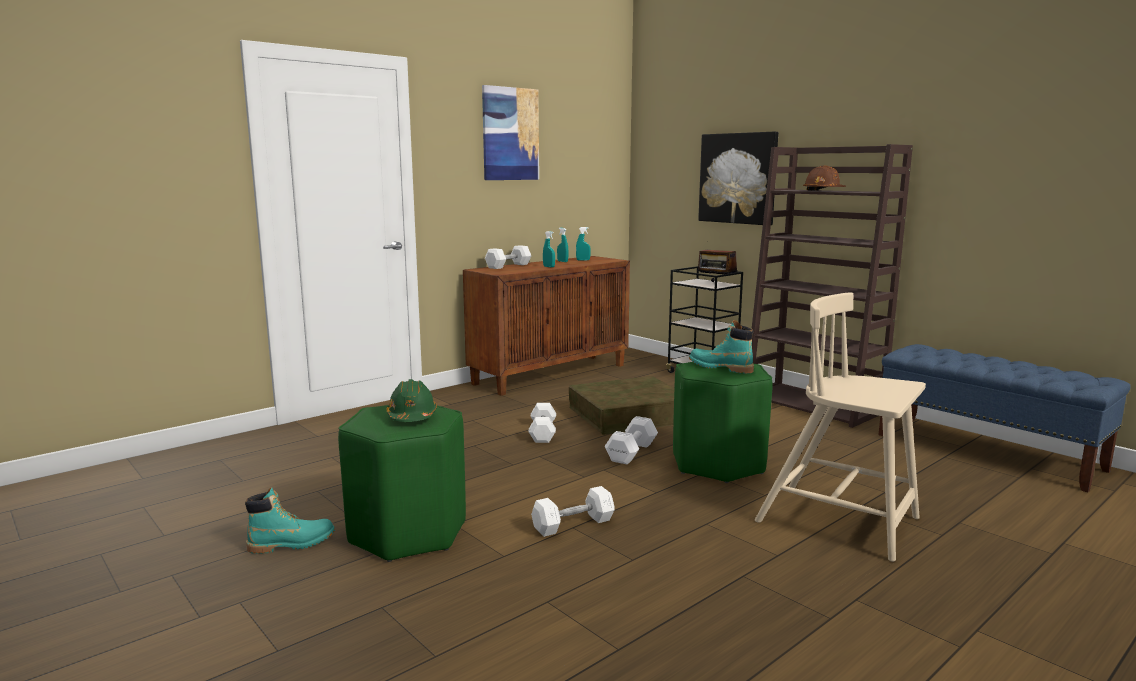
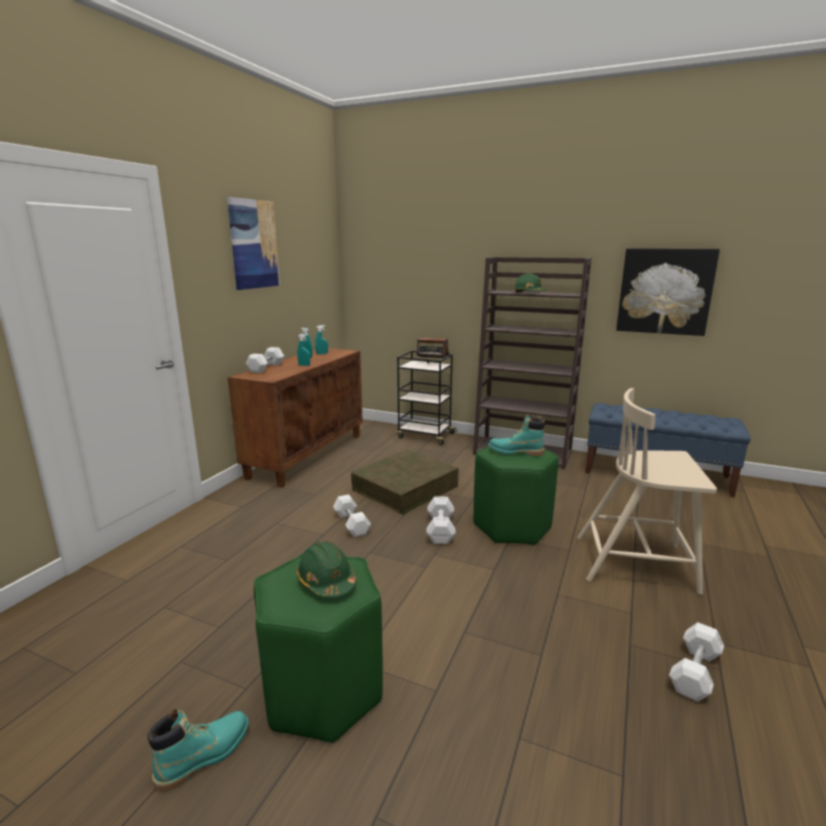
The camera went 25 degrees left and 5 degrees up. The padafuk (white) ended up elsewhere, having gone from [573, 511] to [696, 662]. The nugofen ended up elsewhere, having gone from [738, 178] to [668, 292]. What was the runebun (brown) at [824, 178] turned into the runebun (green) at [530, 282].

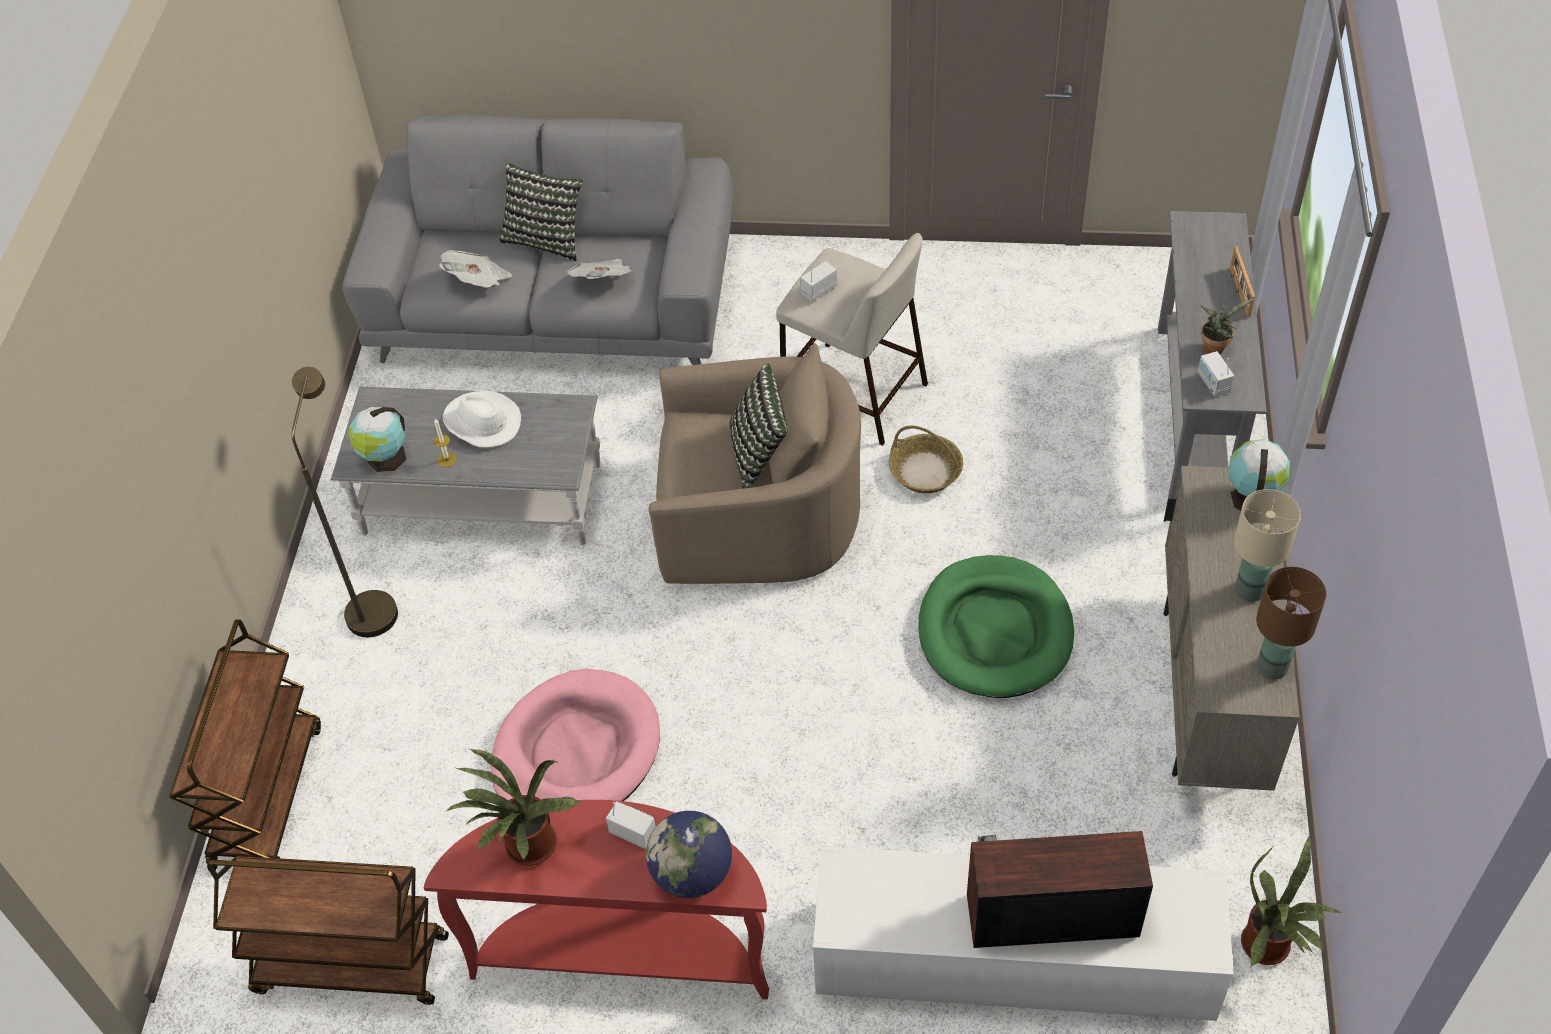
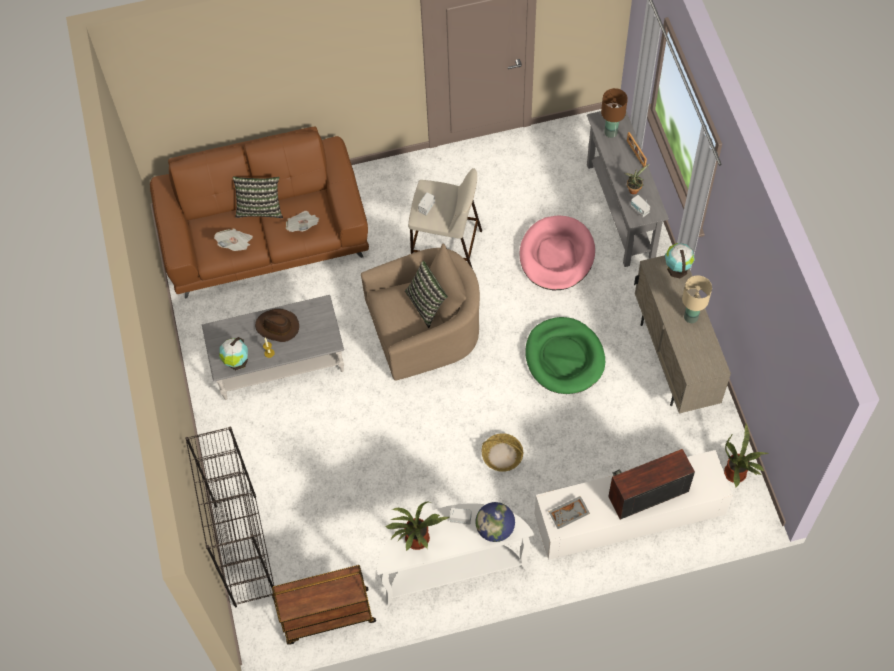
The camera went 20 degrees left and 10 degrees up. The second view lost the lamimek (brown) at [345, 502]. The second view gained the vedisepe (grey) at [569, 512]. The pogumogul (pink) ended up elsewhere, having gone from [575, 735] to [557, 253]. The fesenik ended up elsewhere, having gone from [926, 459] to [503, 452]. The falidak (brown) ended up elsewhere, having gone from [1291, 623] to [614, 113]. Where the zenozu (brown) stood at [245, 744], the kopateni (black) came to stand at [229, 517]. What was the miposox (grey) at [537, 240] turned into the miposox (brown) at [259, 212]. What was the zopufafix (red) at [596, 899] turned into the zopufafix (white) at [455, 554]. What was the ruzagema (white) at [482, 419] turned into the ruzagema (brown) at [277, 325].

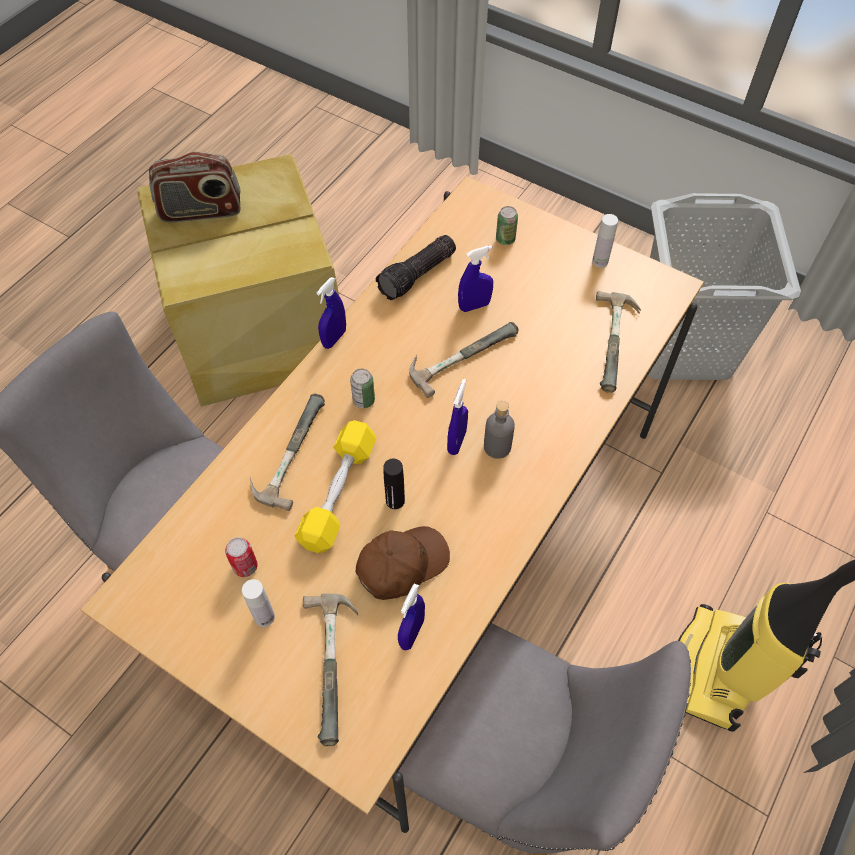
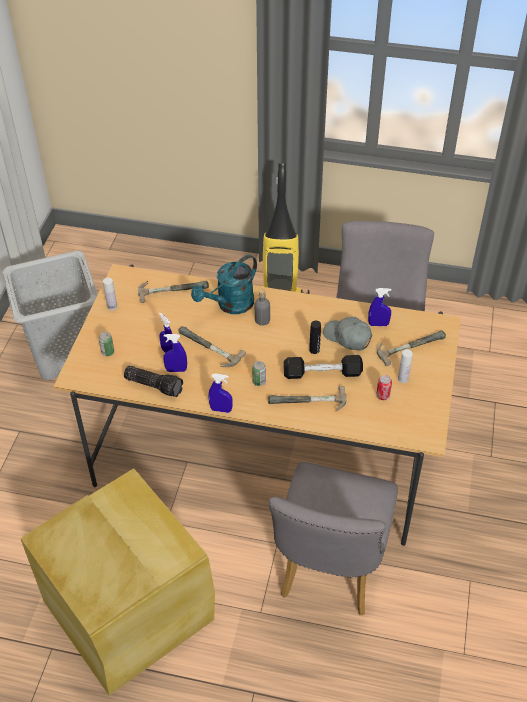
The camera went 110 degrees left and 10 degrees down. The second view lost the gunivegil at [194, 187]. The second view gained the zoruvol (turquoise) at [224, 284]. The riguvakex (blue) ended up elsewhere, having gone from [457, 417] to [175, 353]. What was the padafuk (yellow) at [335, 486] turned into the padafuk (black) at [323, 367]. What was the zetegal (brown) at [403, 563] turned into the zetegal (grey) at [347, 334].

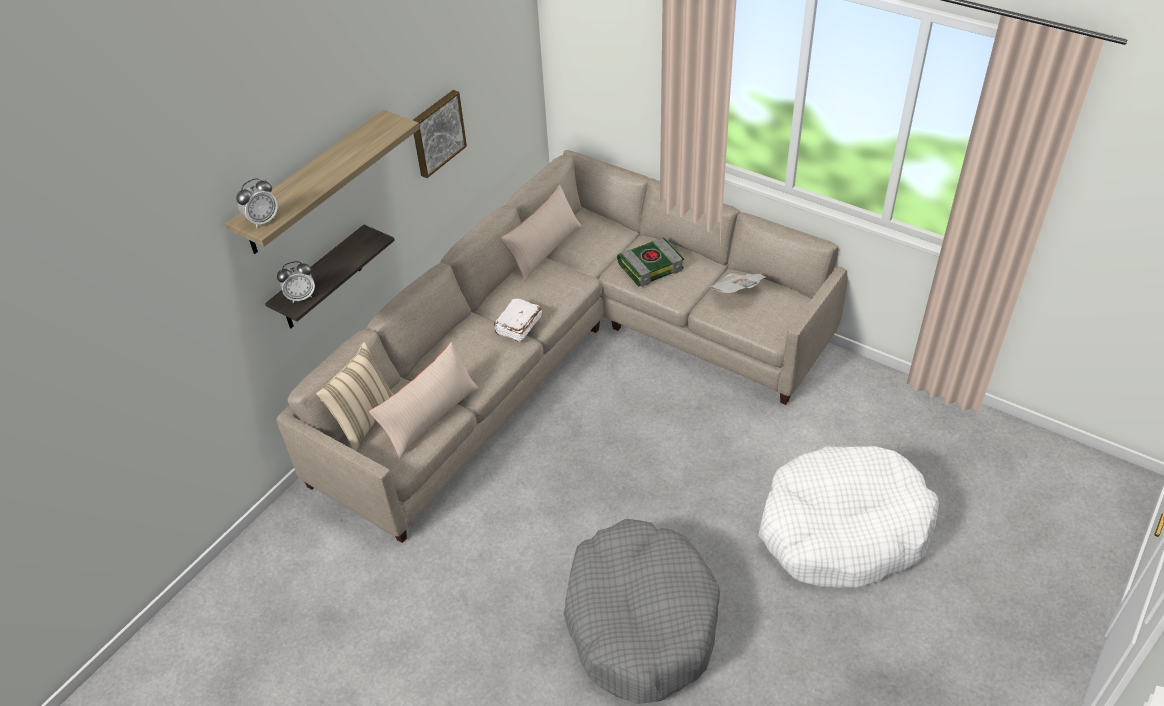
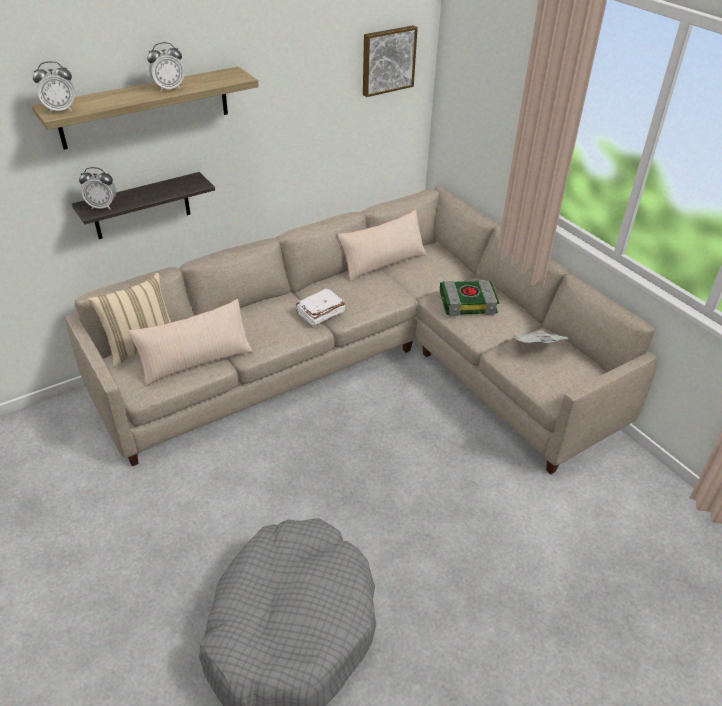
The camera went 20 degrees right and 5 degrees down. The second view lost the pogumogul (white) at [849, 517]. The second view gained the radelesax at [165, 67]. The nugofen ended up elsewhere, having gone from [440, 134] to [390, 61].

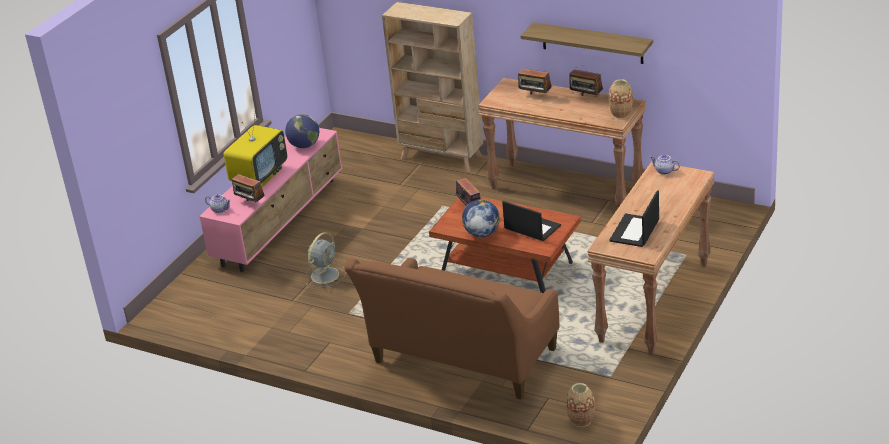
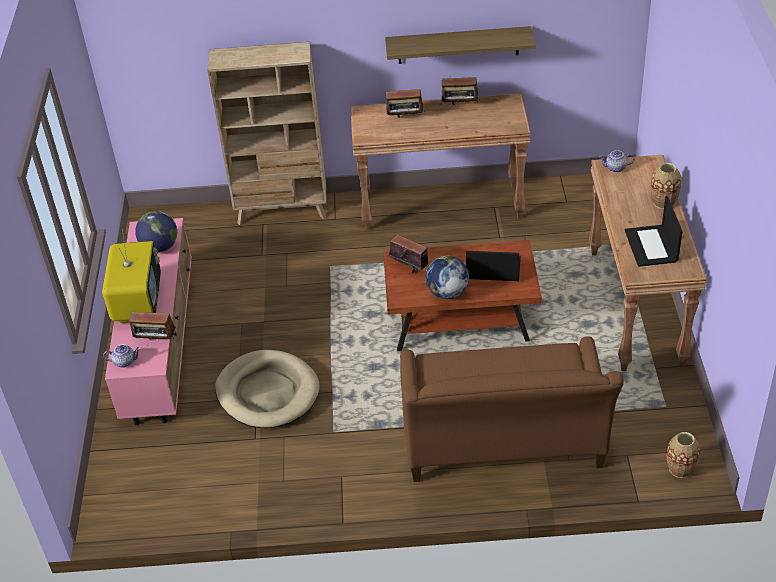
The camera went 30 degrees left and 10 degrees up. The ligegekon ended up elsewhere, having gone from [621, 99] to [665, 186]. Where the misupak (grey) stood at [325, 259], the pogumogul (beige) came to stand at [267, 389].

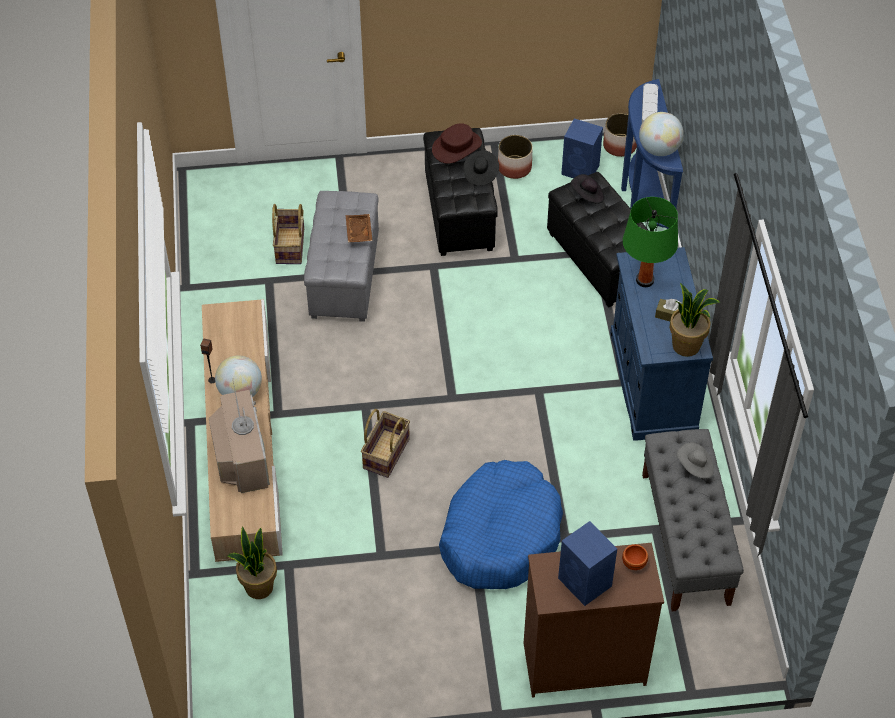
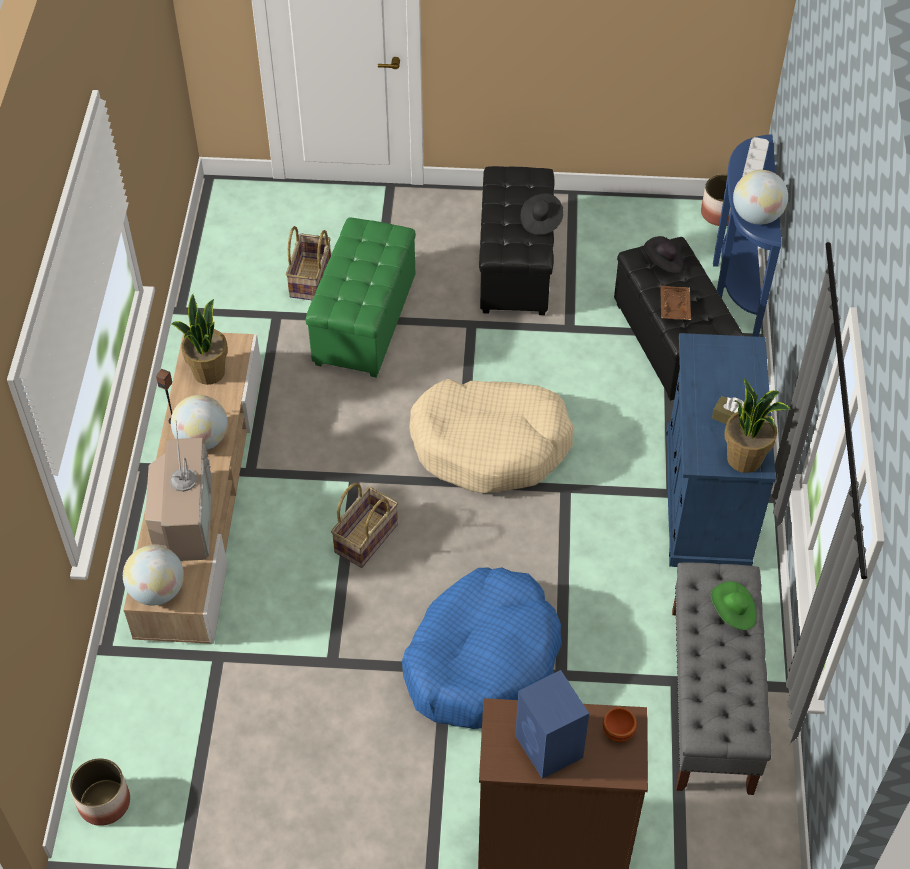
The camera went 10 degrees right and 0 degrees up. The second view lost the ruzagema (brown) at [457, 143]. The second view lost the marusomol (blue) at [582, 148]. The second view lost the falidak (green) at [650, 242]. The second view gained the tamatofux at [153, 575]. The second view gained the pogumogul (beige) at [491, 436]. The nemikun ended up elsewhere, having gone from [252, 562] to [200, 339]. The vedisepe (brown) ended up elsewhere, having gone from [359, 228] to [675, 302]. The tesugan ended up elsewhere, having gone from [515, 157] to [100, 792]. What was the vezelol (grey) at [341, 256] turned into the vezelol (green) at [361, 297]. What was the ruzagema (grey) at [695, 460] turned into the ruzagema (green) at [734, 605].

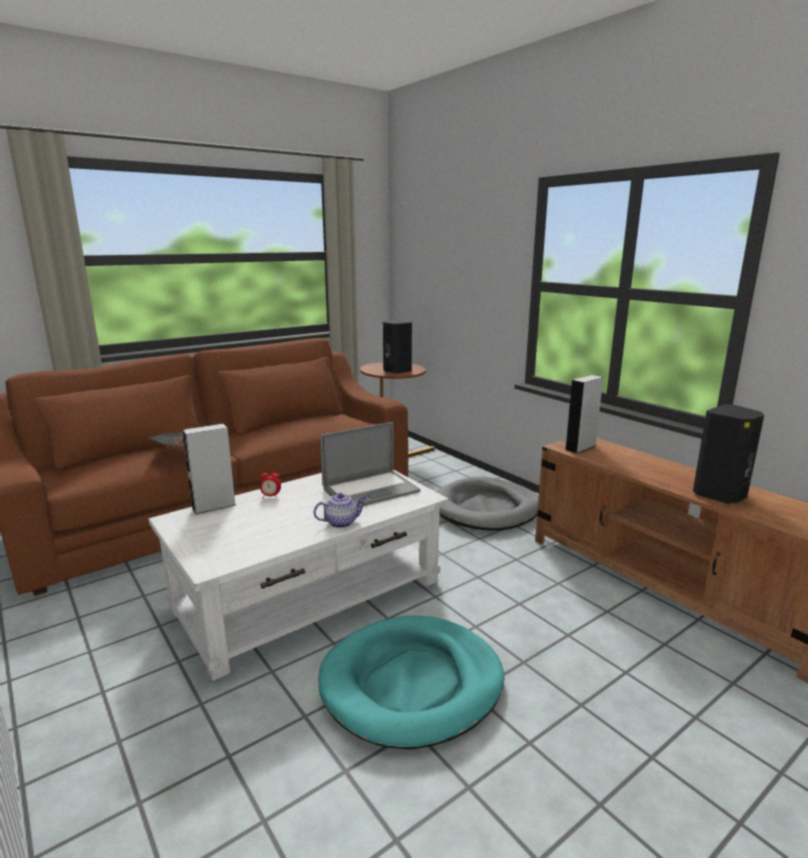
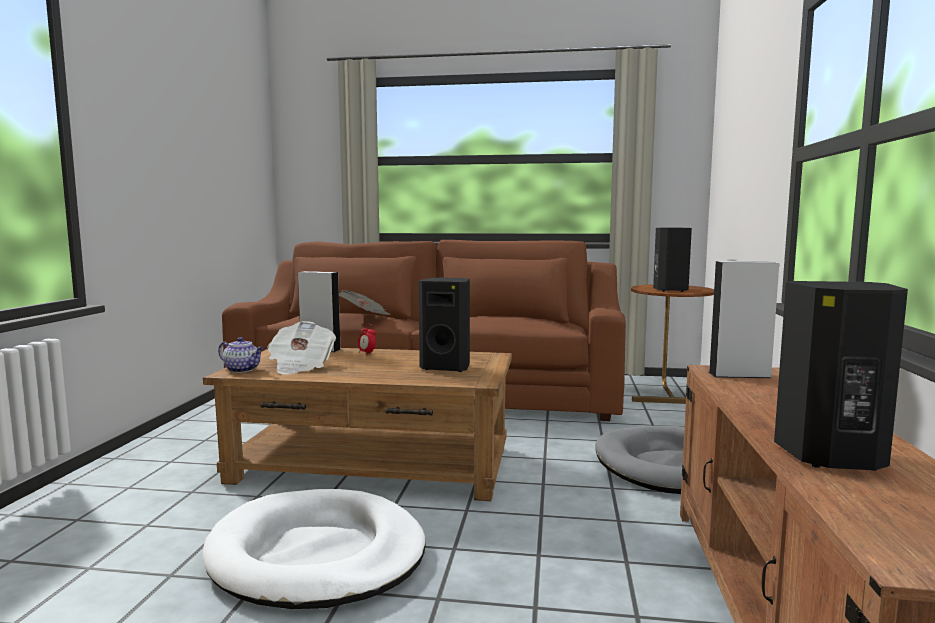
The camera went 45 degrees right and 10 degrees down. The second view gained the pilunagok at [301, 348]. The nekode ended up elsewhere, having gone from [340, 510] to [241, 355]. Where the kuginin stood at [370, 464], the marusomol (black) came to stand at [444, 325]. What was the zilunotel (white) at [298, 575] turned into the zilunotel (brown) at [357, 424]. What was the pogumogul (turquoise) at [411, 683] turned into the pogumogul (white) at [314, 549].

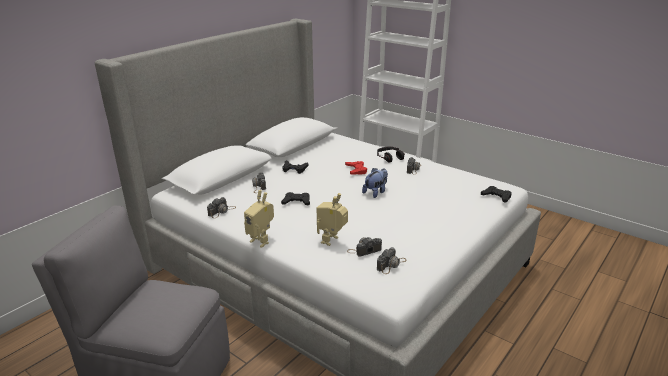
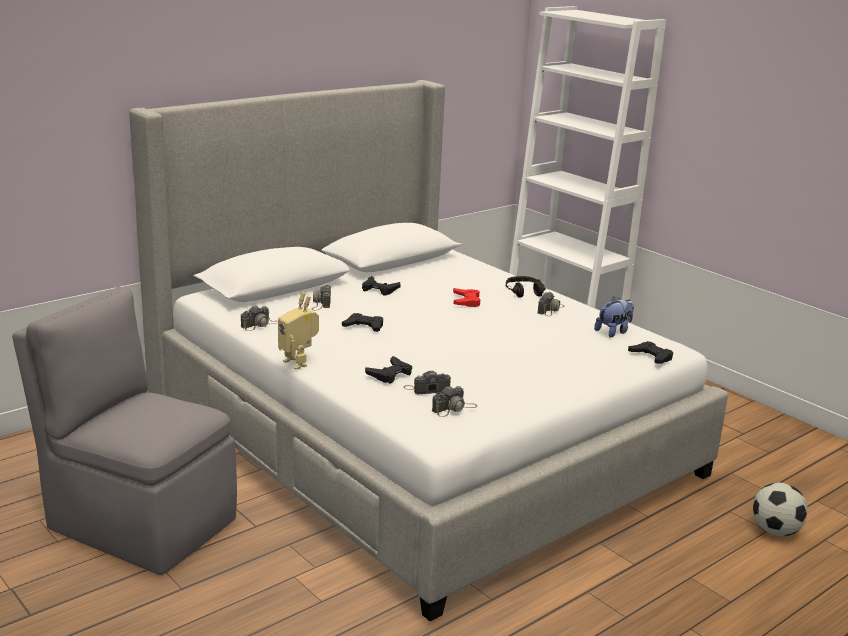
The camera went 10 degrees right and 5 degrees down. The second view gained the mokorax at [780, 509]. The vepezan ended up elsewhere, having gone from [375, 183] to [614, 317]. Where the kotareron stood at [332, 219], the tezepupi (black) came to stand at [388, 370].

